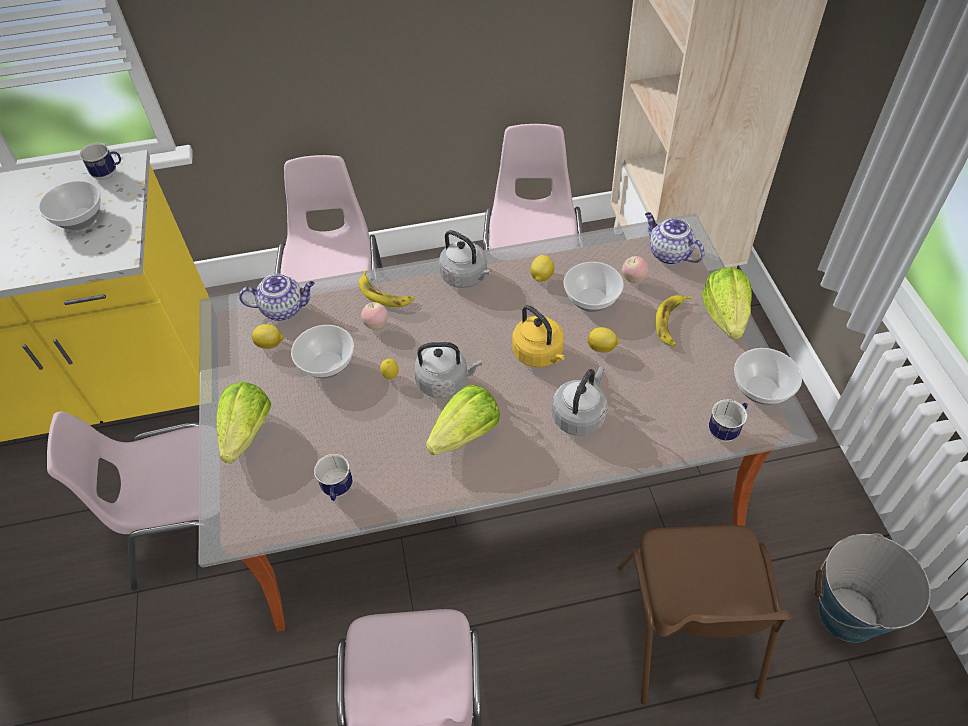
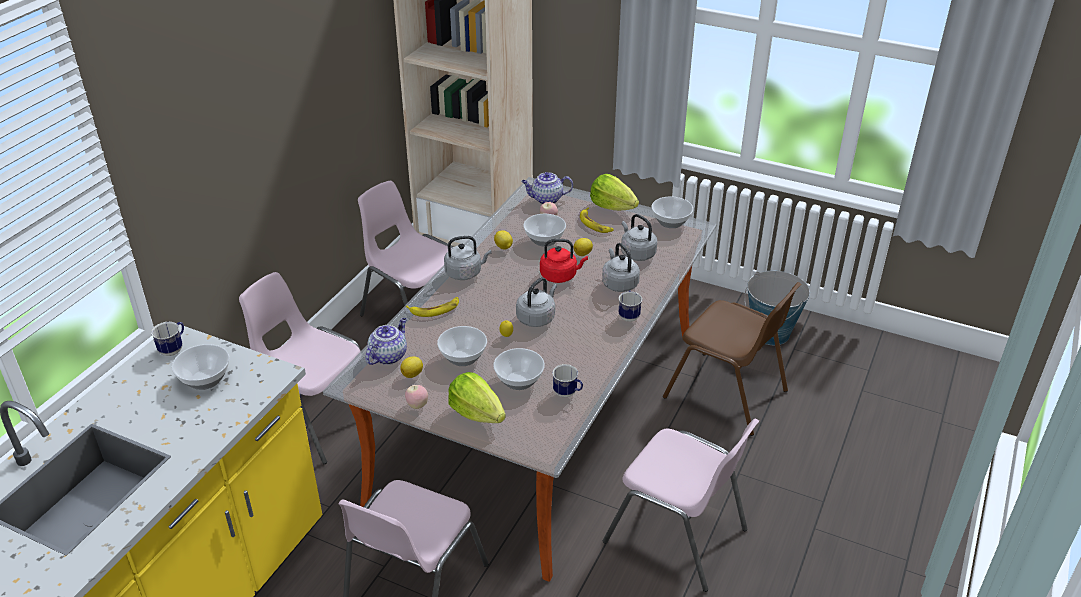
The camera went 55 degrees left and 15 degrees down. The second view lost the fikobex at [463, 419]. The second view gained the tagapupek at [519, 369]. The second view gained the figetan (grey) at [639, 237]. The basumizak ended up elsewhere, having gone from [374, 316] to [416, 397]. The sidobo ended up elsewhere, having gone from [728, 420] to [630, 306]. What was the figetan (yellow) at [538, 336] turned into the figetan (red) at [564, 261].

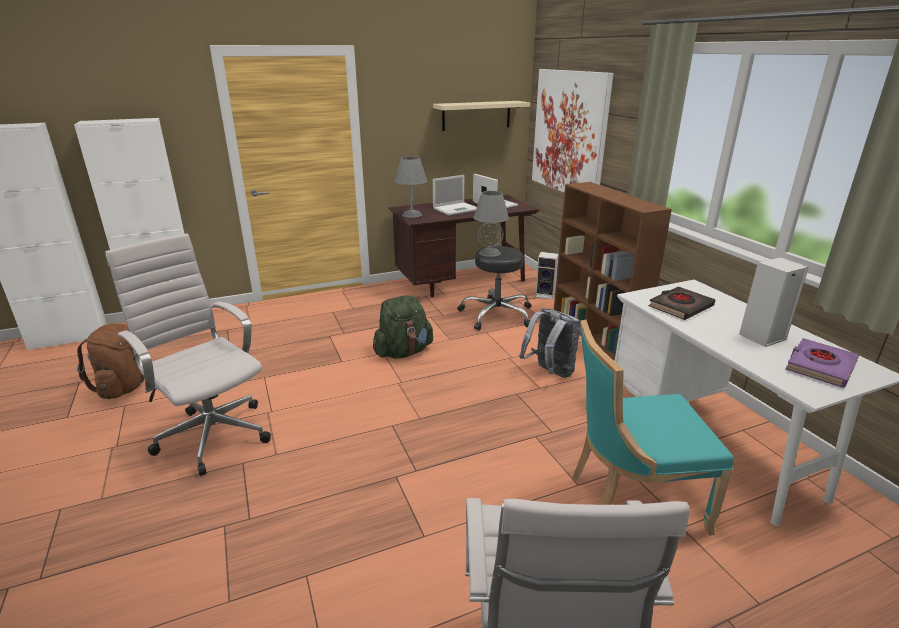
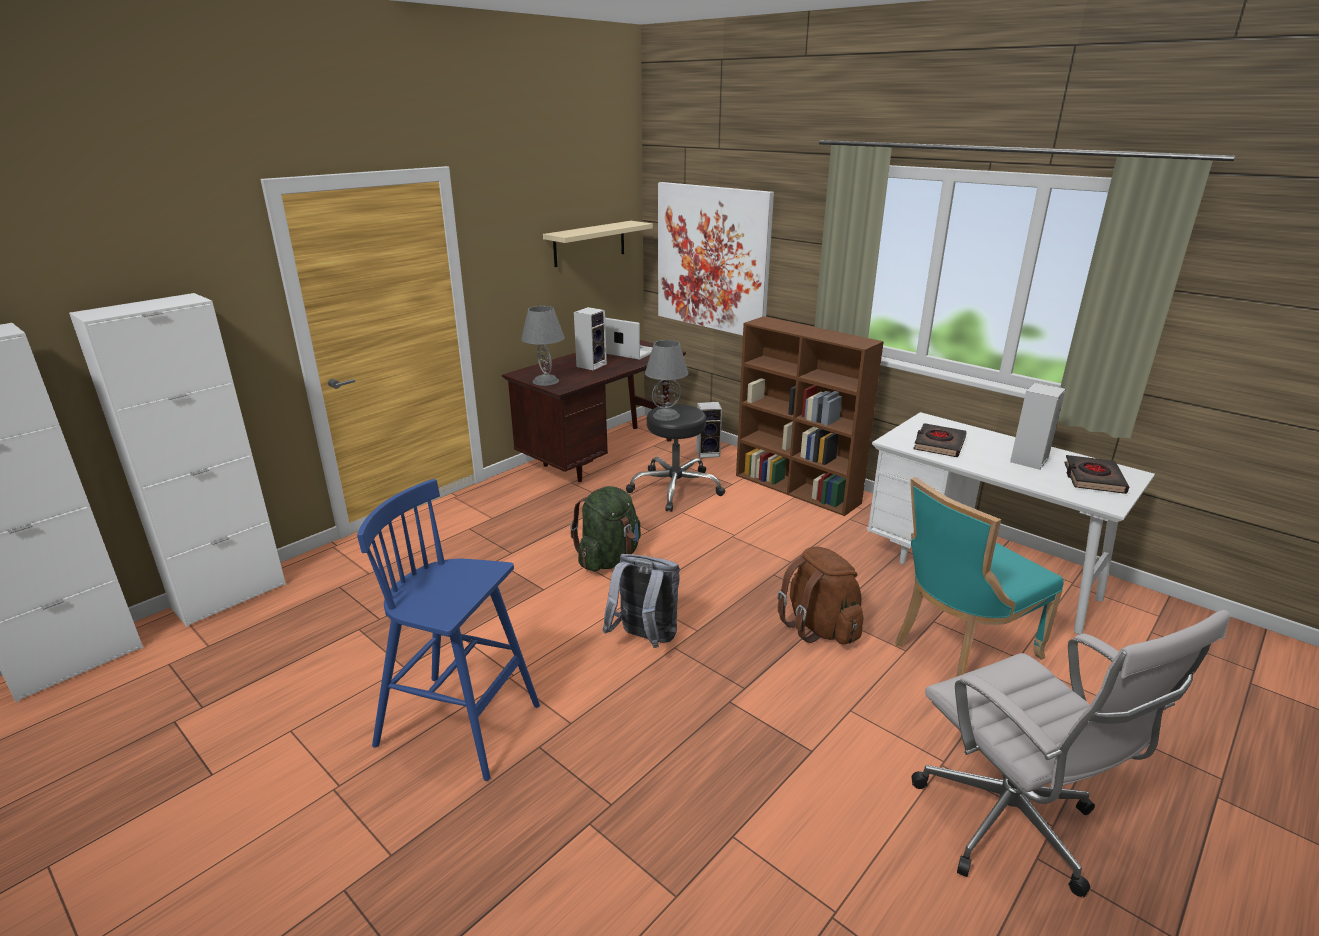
The camera went 25 degrees left and 0 degrees up. The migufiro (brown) ended up elsewhere, having gone from [111, 361] to [820, 595]. The migufiro (grey) ended up elsewhere, having gone from [550, 343] to [641, 601]. Where the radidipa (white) stood at [188, 354], the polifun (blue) came to stand at [448, 630]. Where the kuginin stood at [455, 195], the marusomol came to stand at [590, 338]. What was the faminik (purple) at [822, 363] turned into the faminik (black) at [1096, 474].

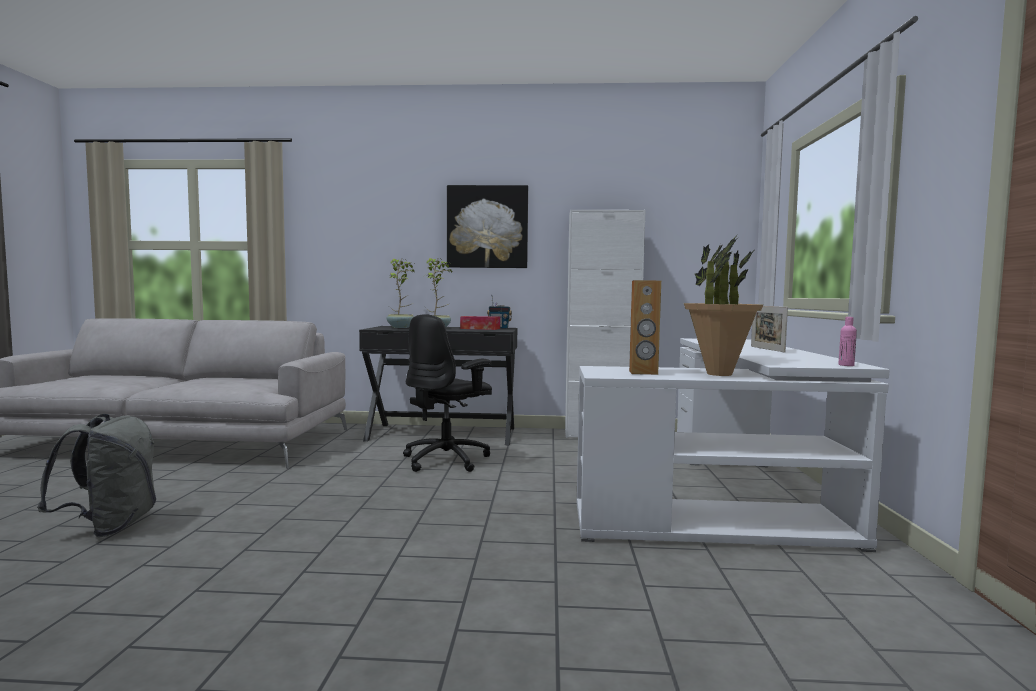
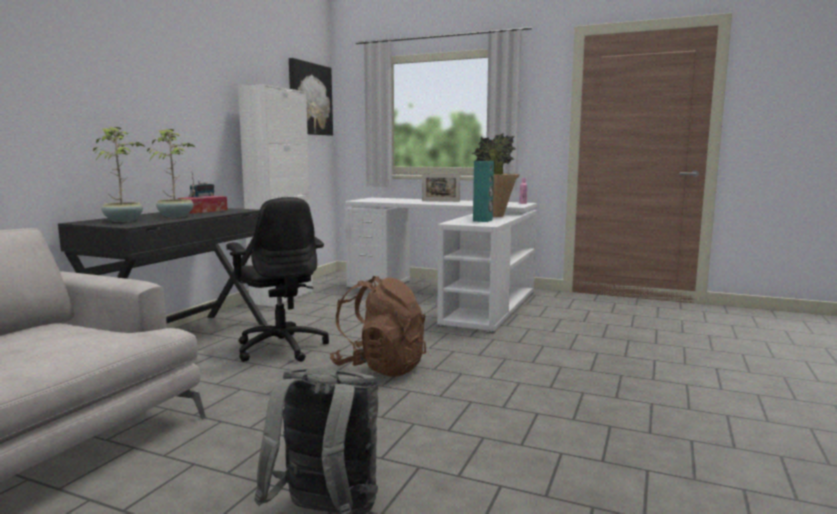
The camera went 70 degrees left and 5 degrees up. The second view gained the migufiro (brown) at [378, 326]. The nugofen ended up elsewhere, having gone from [487, 226] to [311, 97]. What was the marusomol (brown) at [645, 327] turned into the marusomol (turquoise) at [483, 191].

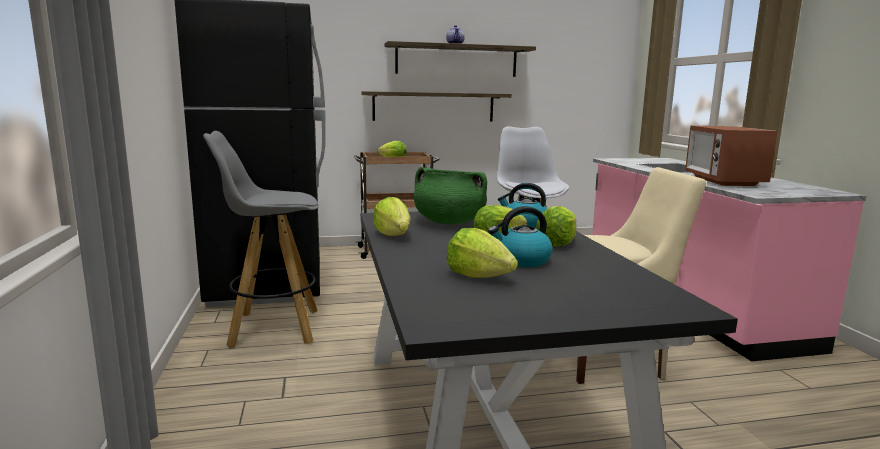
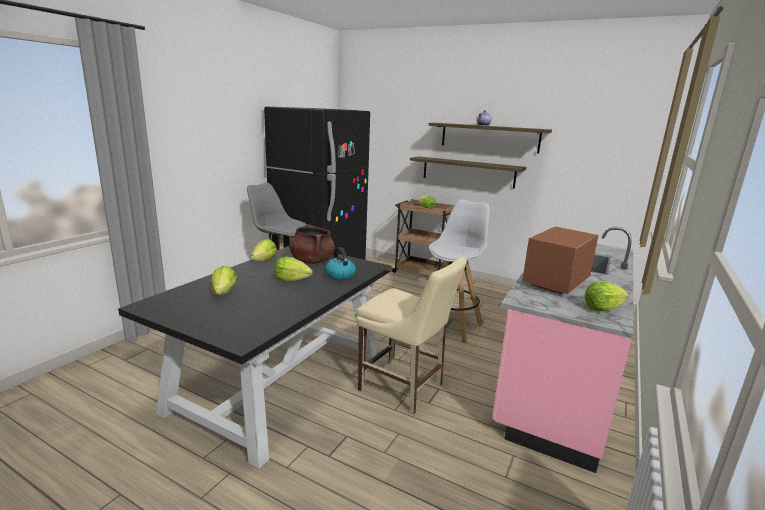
The camera went 40 degrees right and 5 degrees up. The second view lost the figetan at [520, 236]. The fikobex ended up elsewhere, having gone from [556, 226] to [606, 296]. What was the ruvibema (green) at [450, 195] turned into the ruvibema (brown) at [312, 244].

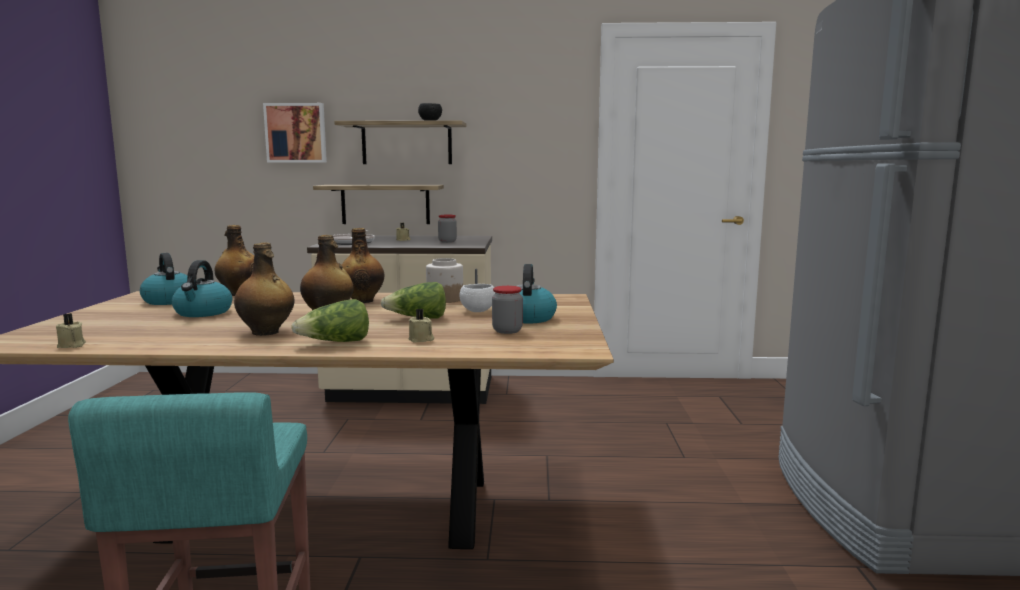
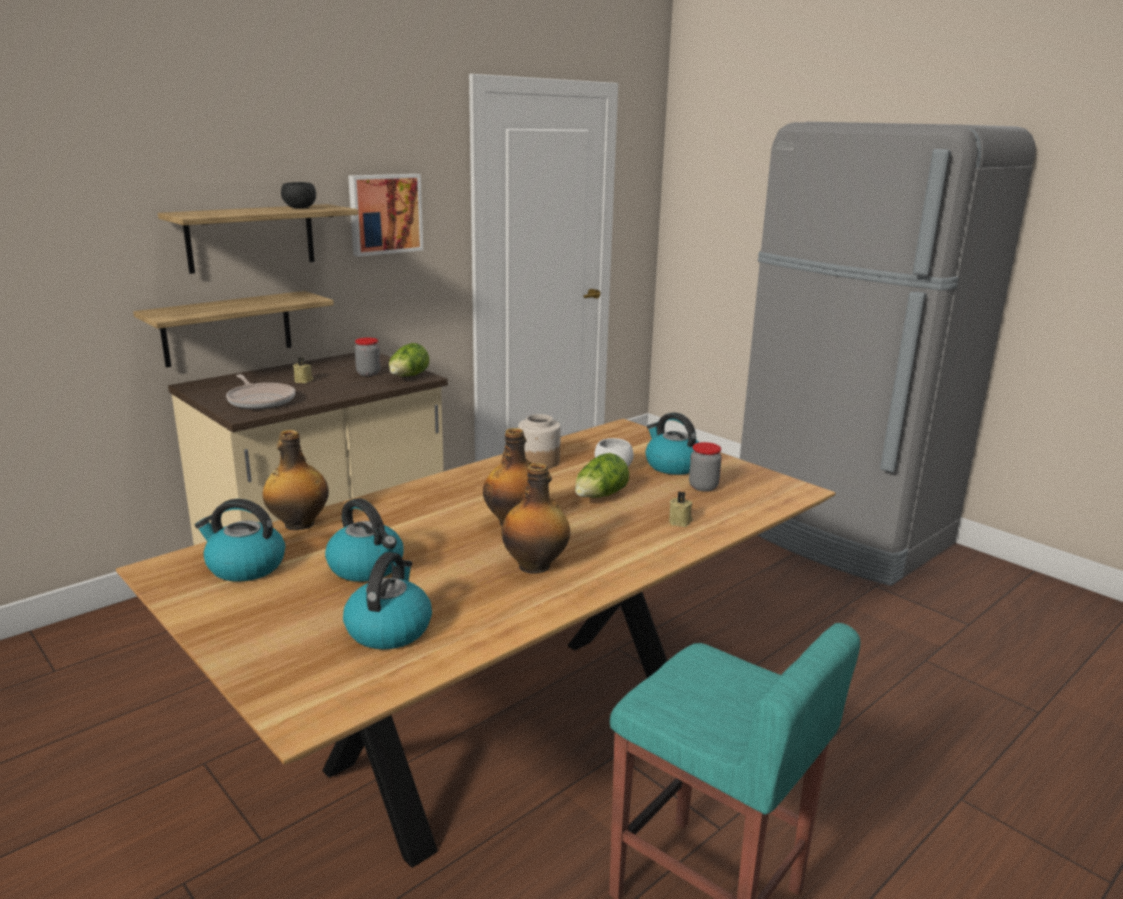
The camera went 45 degrees left and 10 degrees up. The second view lost the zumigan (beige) at [71, 330]. The second view lost the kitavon at [363, 265]. The second view gained the figetan at [387, 601]. The nugofen ended up elsewhere, having gone from [295, 133] to [385, 215]. The fikobex ended up elsewhere, having gone from [330, 320] to [409, 360].

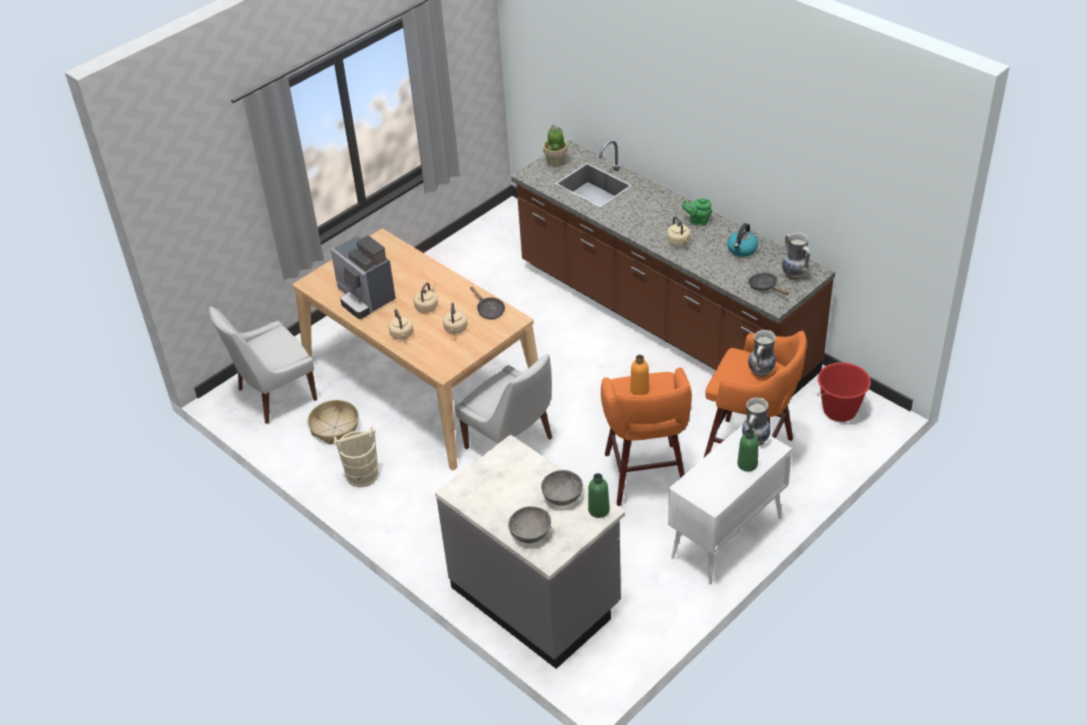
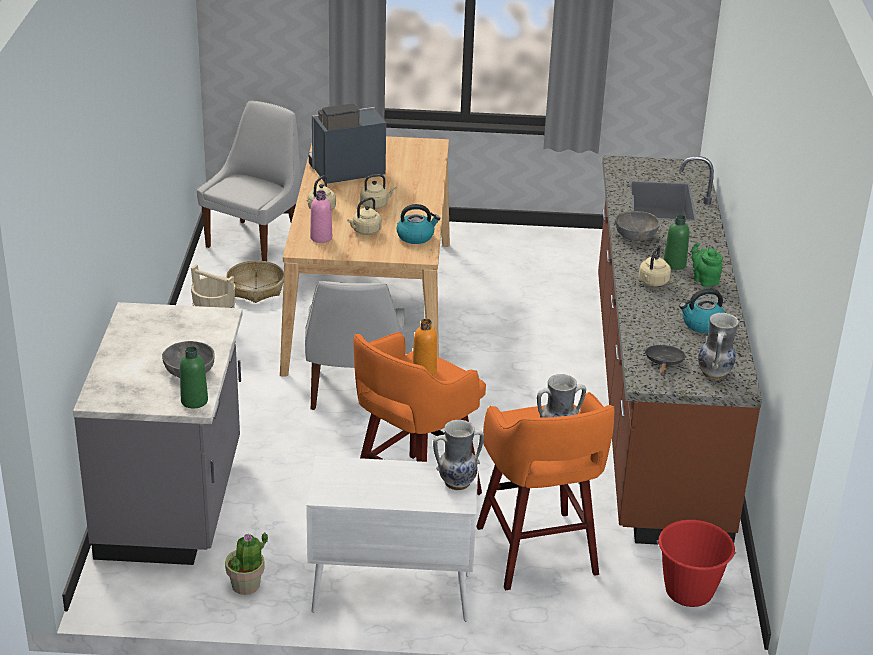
The camera went 45 degrees right and 10 degrees down. The second view gained the kitavon (pink) at [321, 216]. The tagapupek (grey) ended up elsewhere, having gone from [529, 524] to [637, 226]. The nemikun ended up elsewhere, having gone from [555, 145] to [246, 564]. The kitavon (green) ended up elsewhere, having gone from [748, 450] to [676, 242]. Where the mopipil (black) stood at [487, 303], the figetan came to stand at [418, 224]. The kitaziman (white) at [263, 365] ended up facing another way, 105 degrees clockwise from before. The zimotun at [363, 277] ended up facing another way, 60 degrees clockwise from before.

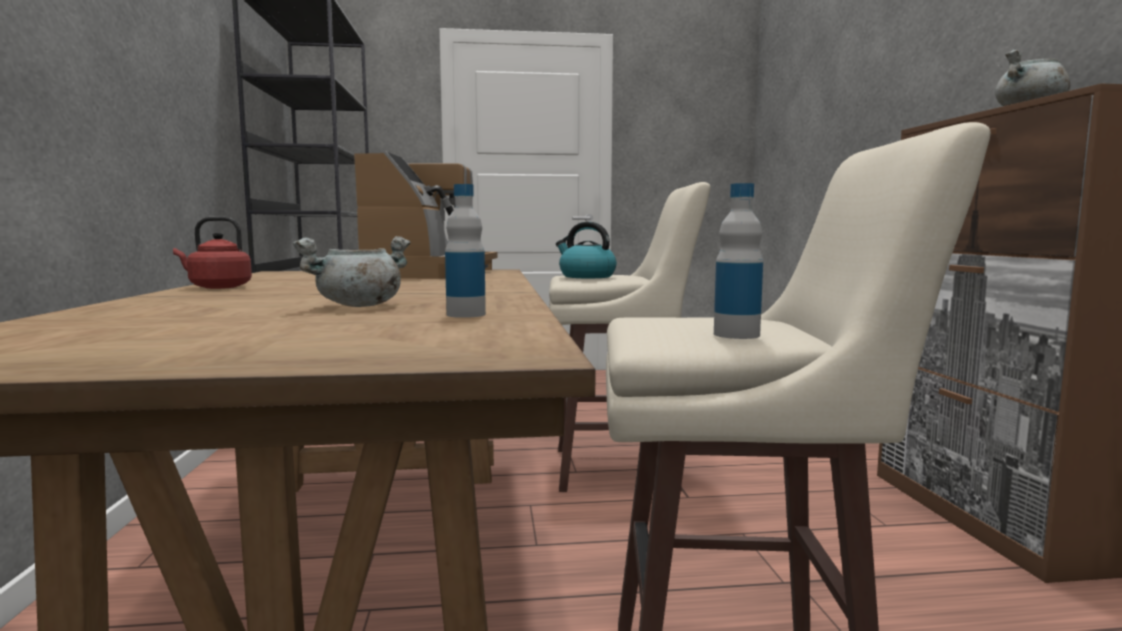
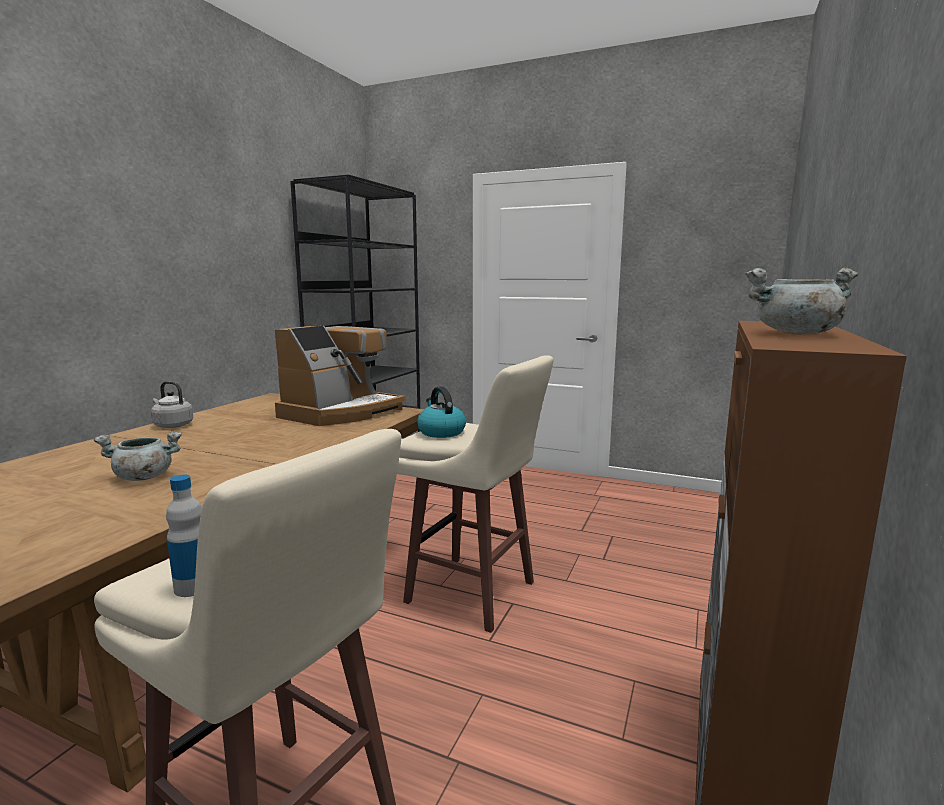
The camera went 30 degrees right and 5 degrees up. The second view lost the kitavon at [465, 251]. What was the figetan (red) at [212, 252] turned into the figetan (grey) at [172, 404].

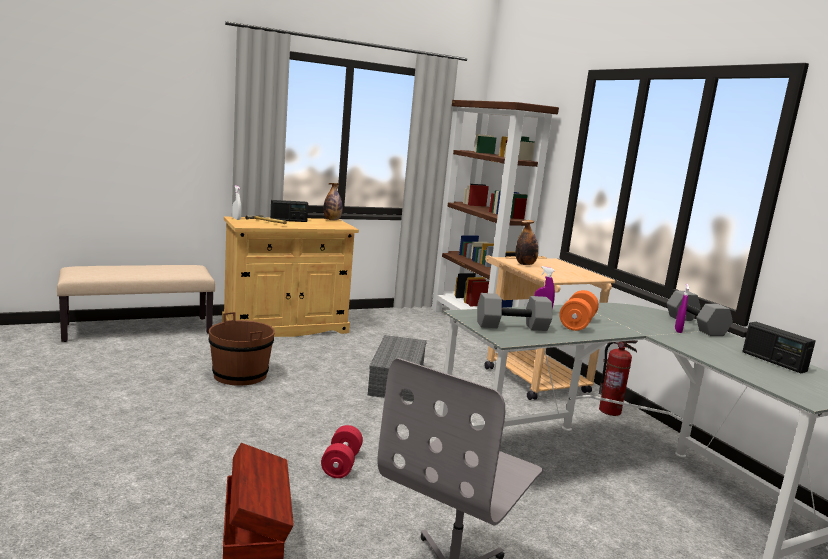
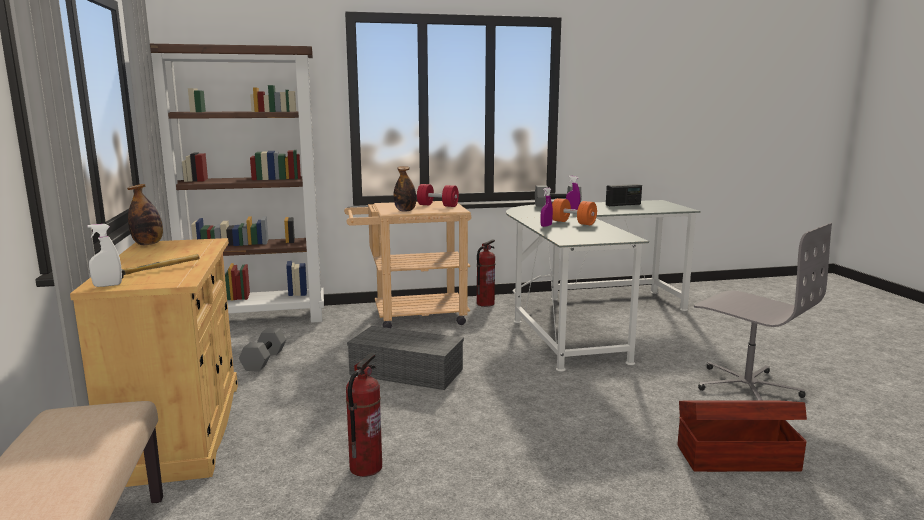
The camera went 75 degrees left and 0 degrees up. The second view lost the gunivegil at [289, 211]. The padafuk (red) ended up elsewhere, having gone from [342, 451] to [438, 195]. The padafuk (grey) ended up elsewhere, having gone from [514, 312] to [262, 349]. Where the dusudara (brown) stood at [242, 349], the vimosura came to stand at [364, 415].

